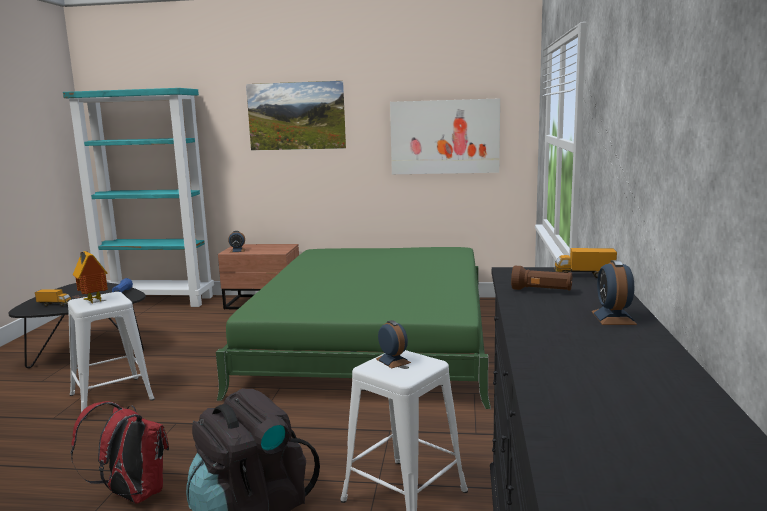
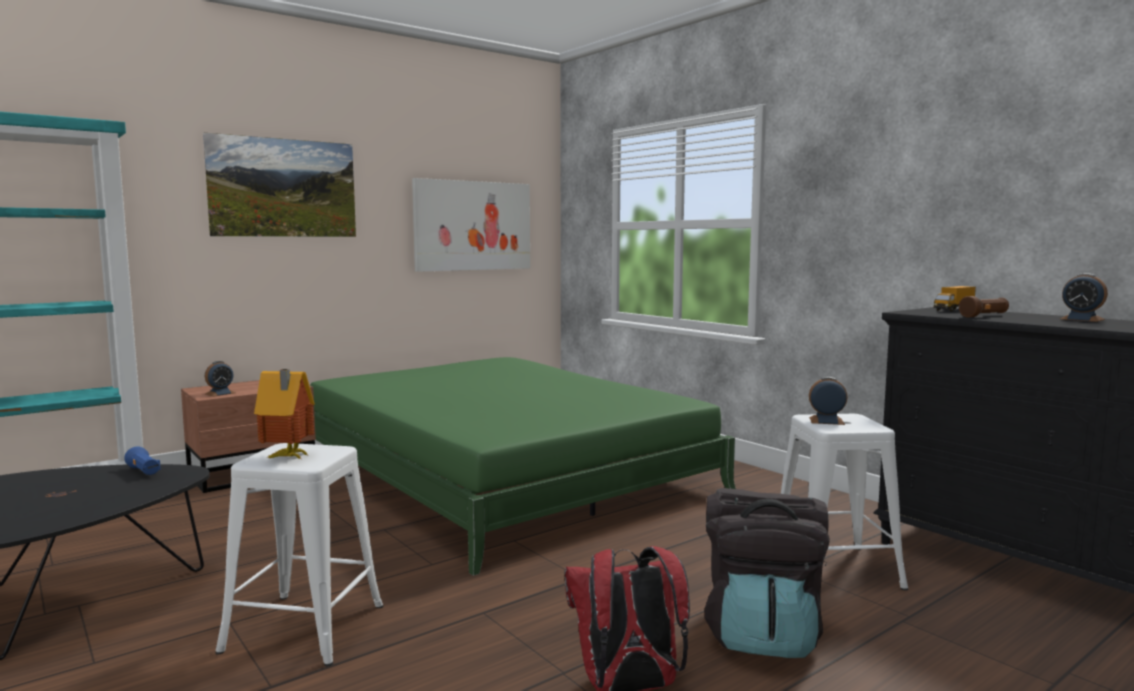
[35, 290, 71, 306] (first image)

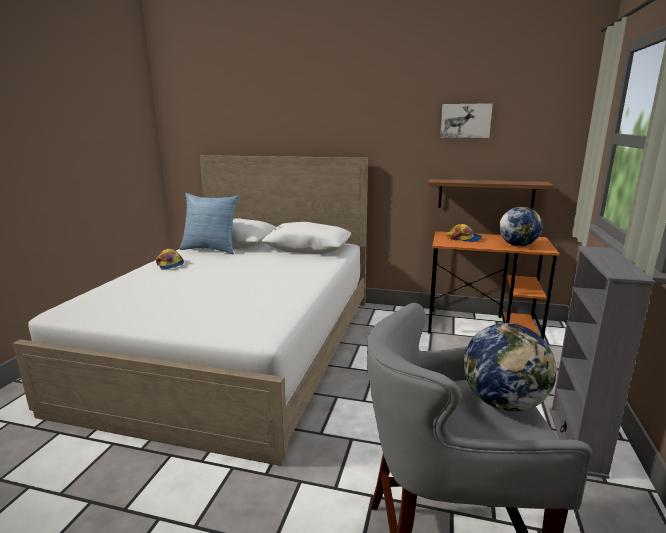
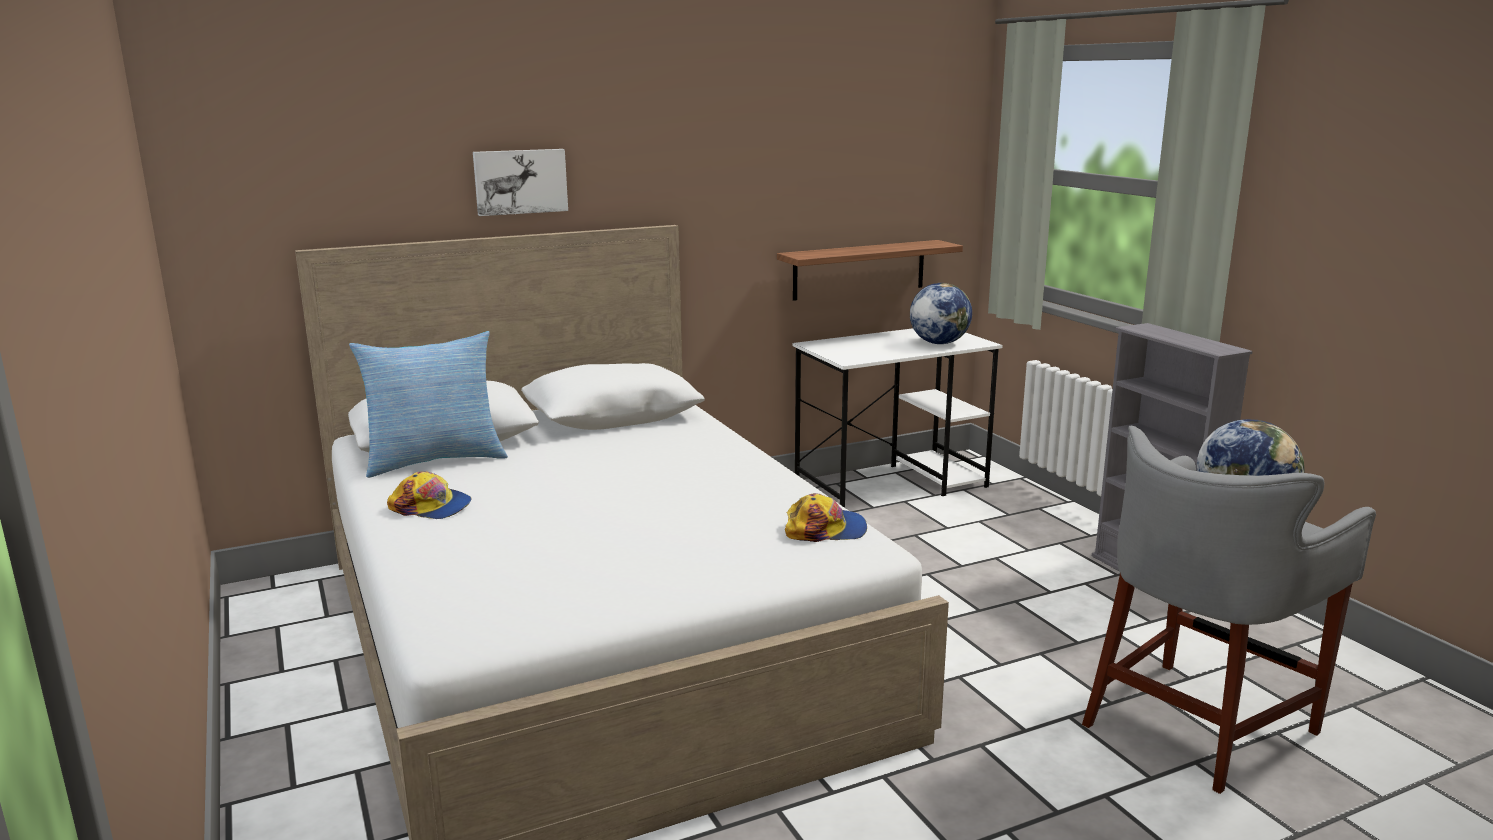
[792, 328, 1003, 508]
[473, 149, 568, 216]
[785, 493, 867, 542]

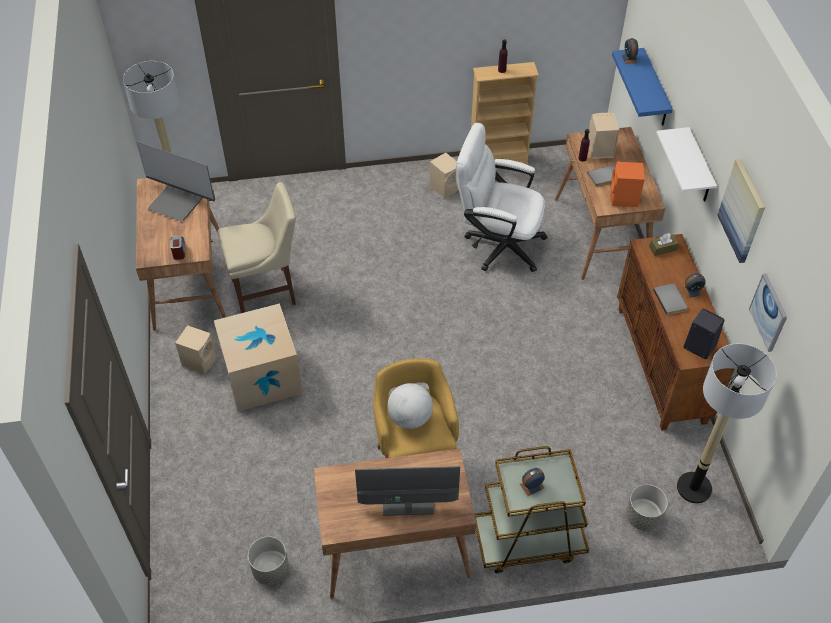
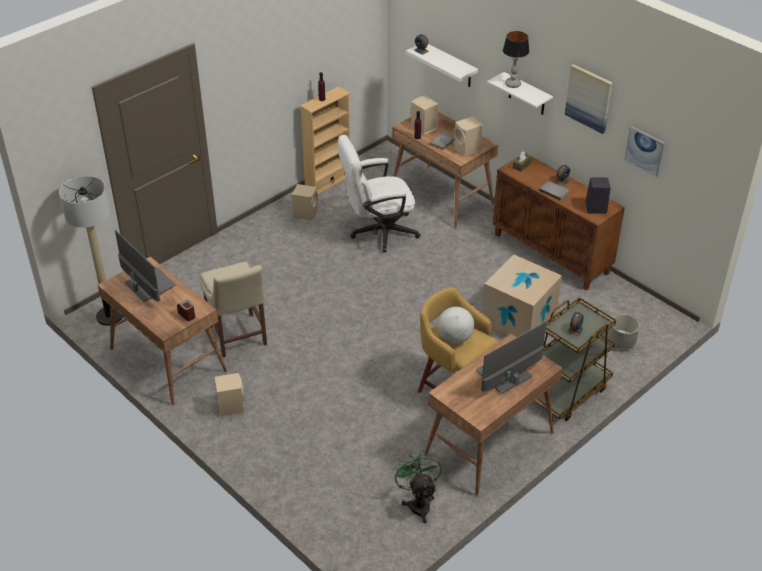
[115, 230, 176, 302]
[482, 255, 562, 337]
[200, 262, 267, 357]
[393, 450, 442, 523]
[454, 116, 483, 157]
[406, 44, 478, 87]
[677, 344, 777, 504] (first image)
[503, 31, 529, 88]

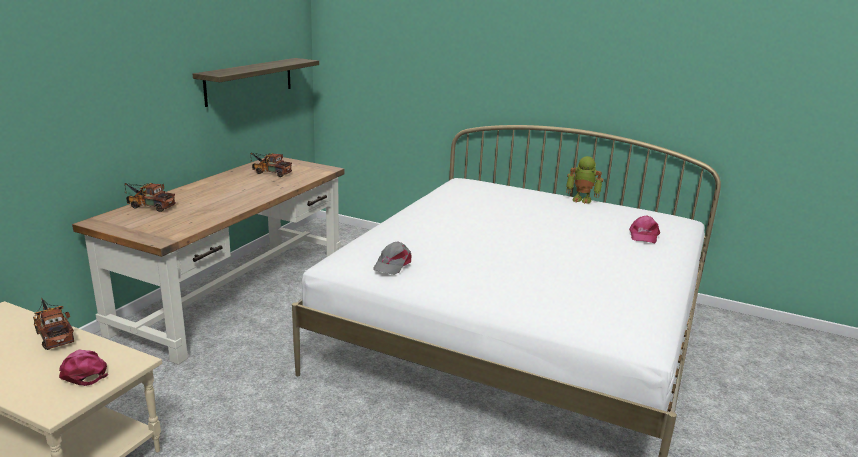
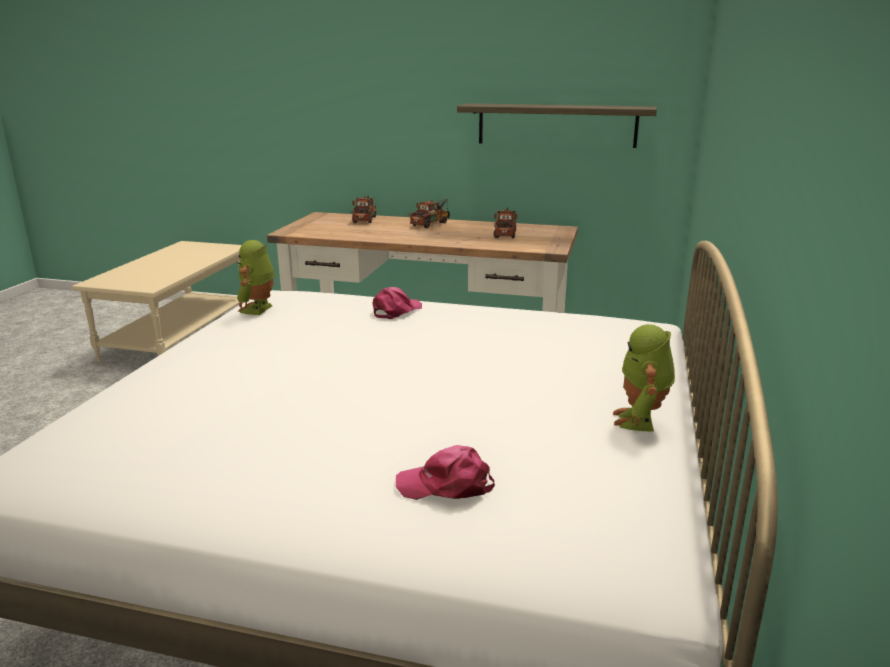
[409, 199, 450, 228]
[373, 287, 422, 319]
[237, 240, 275, 315]

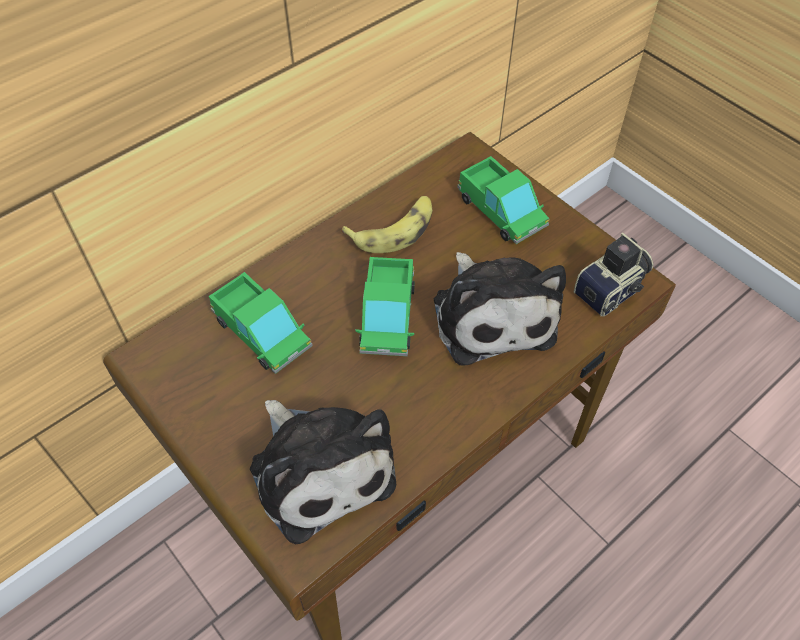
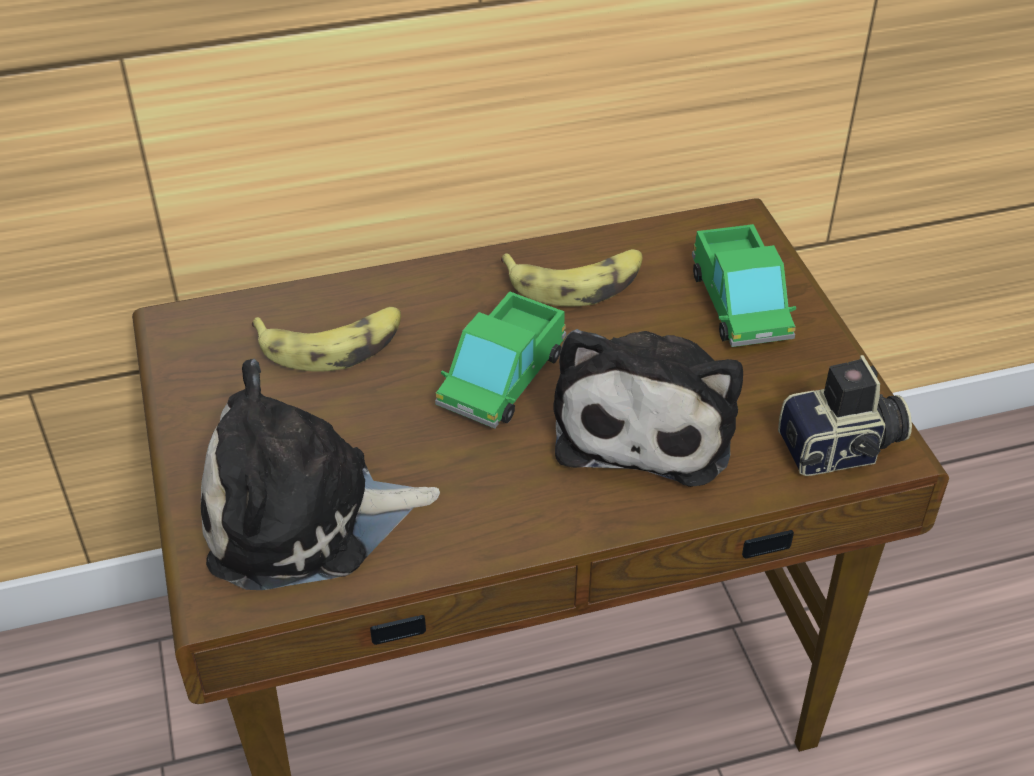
[252, 307, 401, 372]
[201, 359, 440, 590]

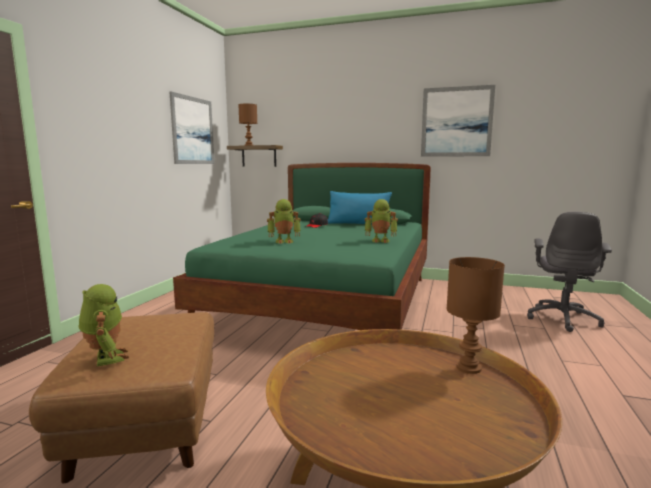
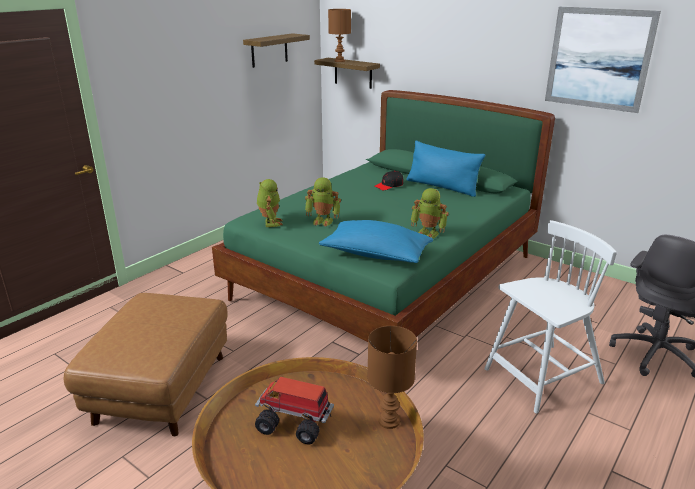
[257, 179, 283, 227]
[243, 33, 310, 68]
[255, 377, 334, 445]
[319, 220, 433, 263]
[484, 220, 617, 414]

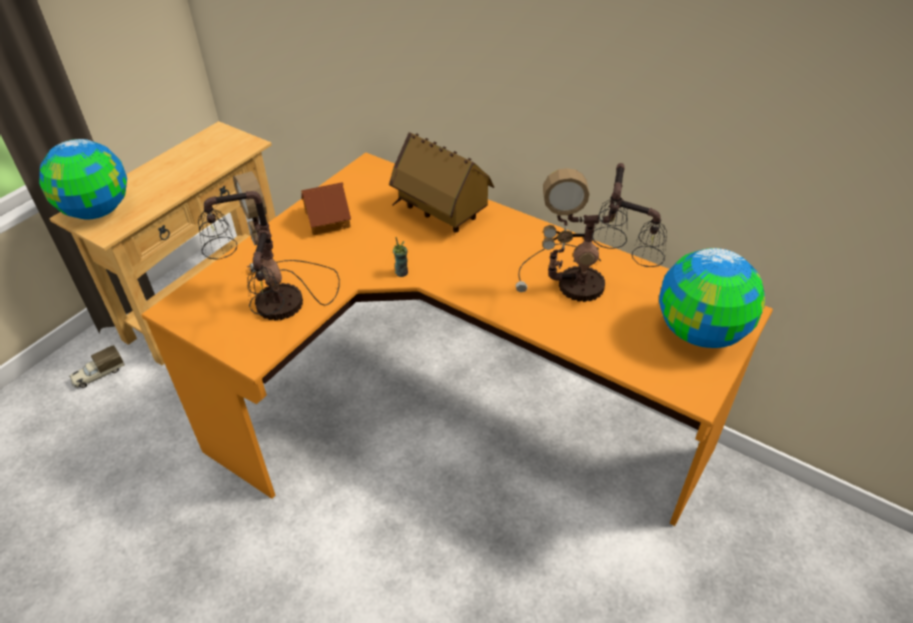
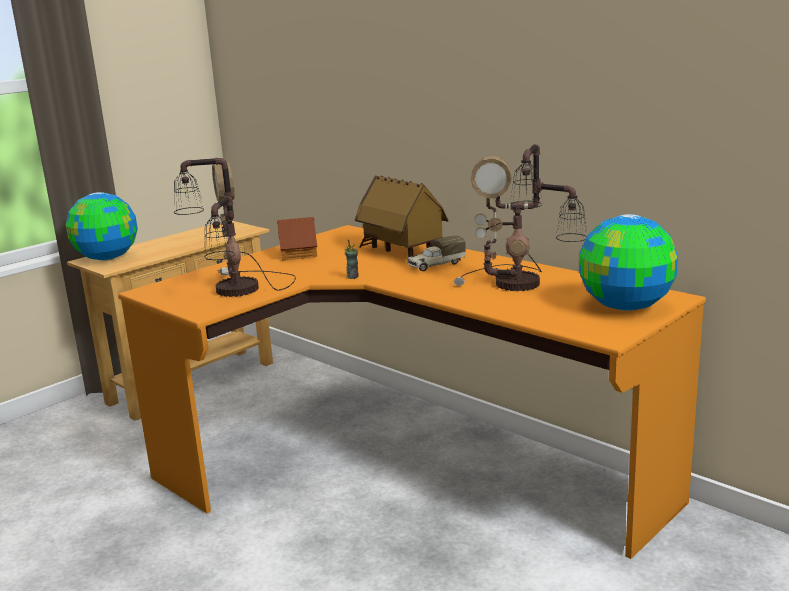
[407, 235, 466, 271]

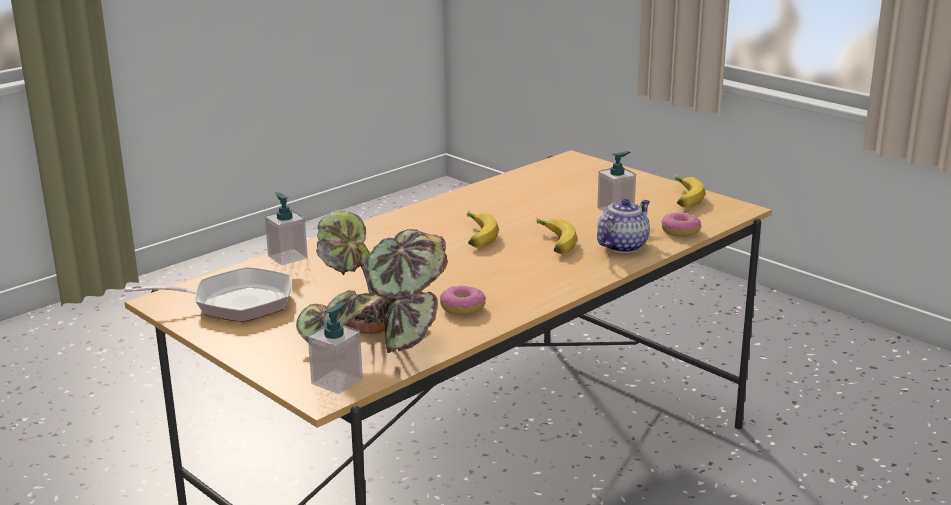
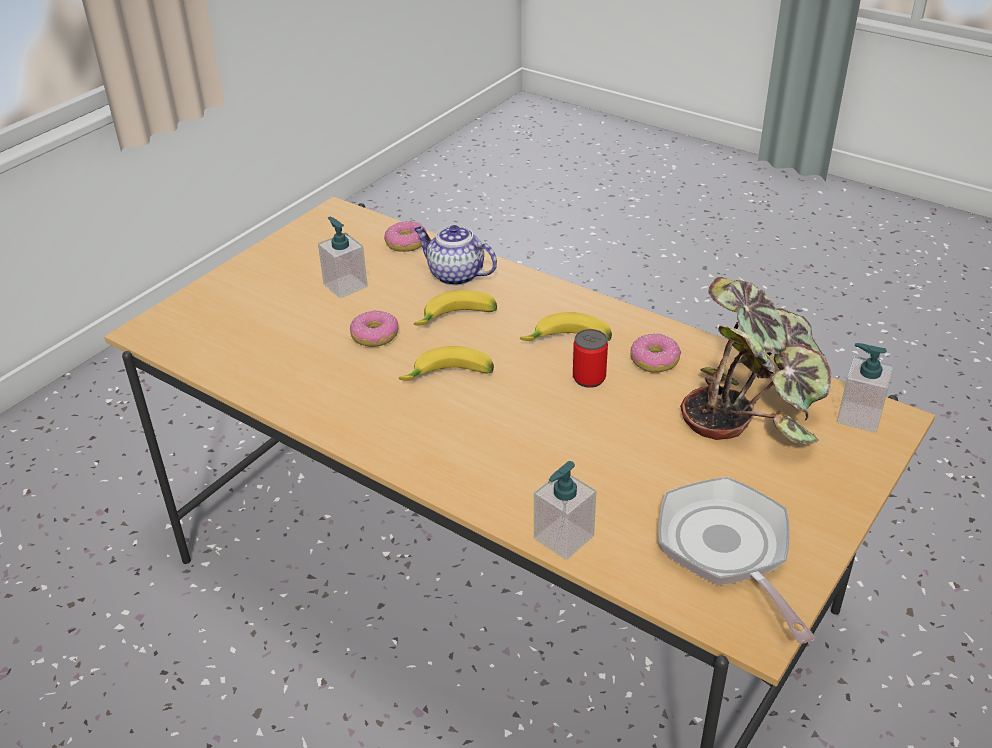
[520, 312, 612, 341]
[350, 310, 398, 347]
[573, 329, 608, 388]

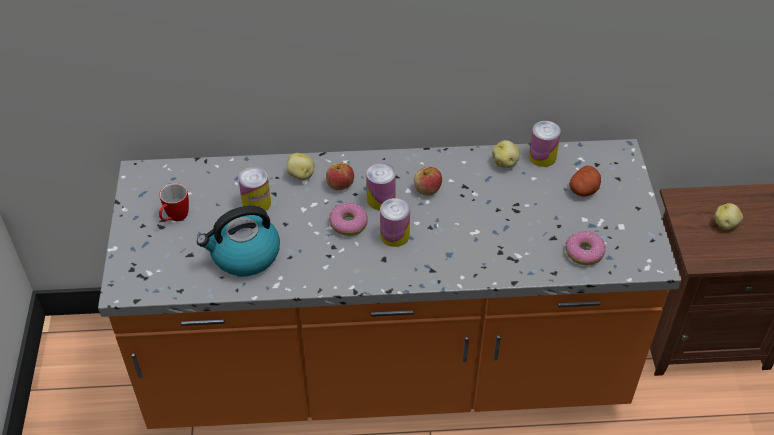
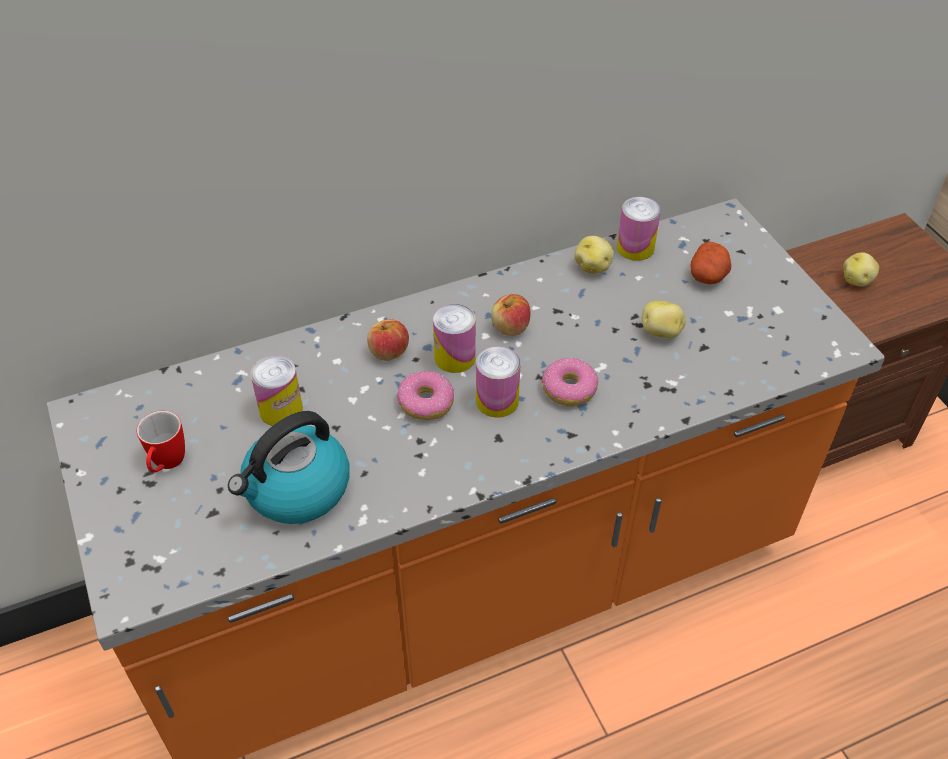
[642, 301, 686, 338]
[542, 358, 598, 406]

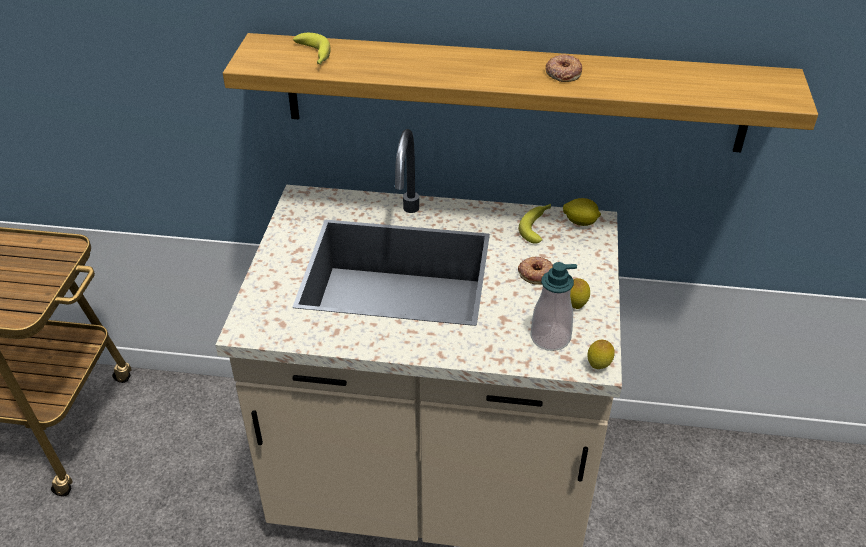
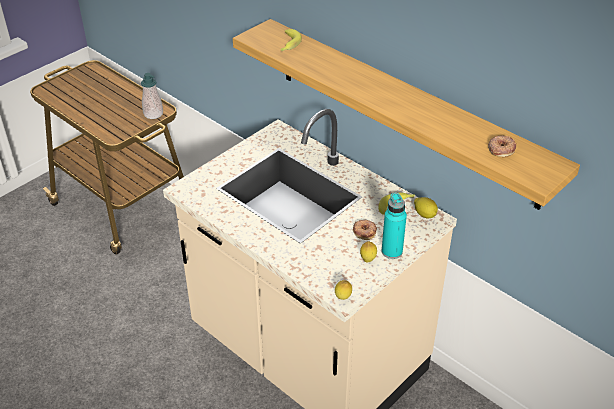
[141, 73, 163, 119]
[488, 135, 516, 157]
[382, 193, 407, 259]

